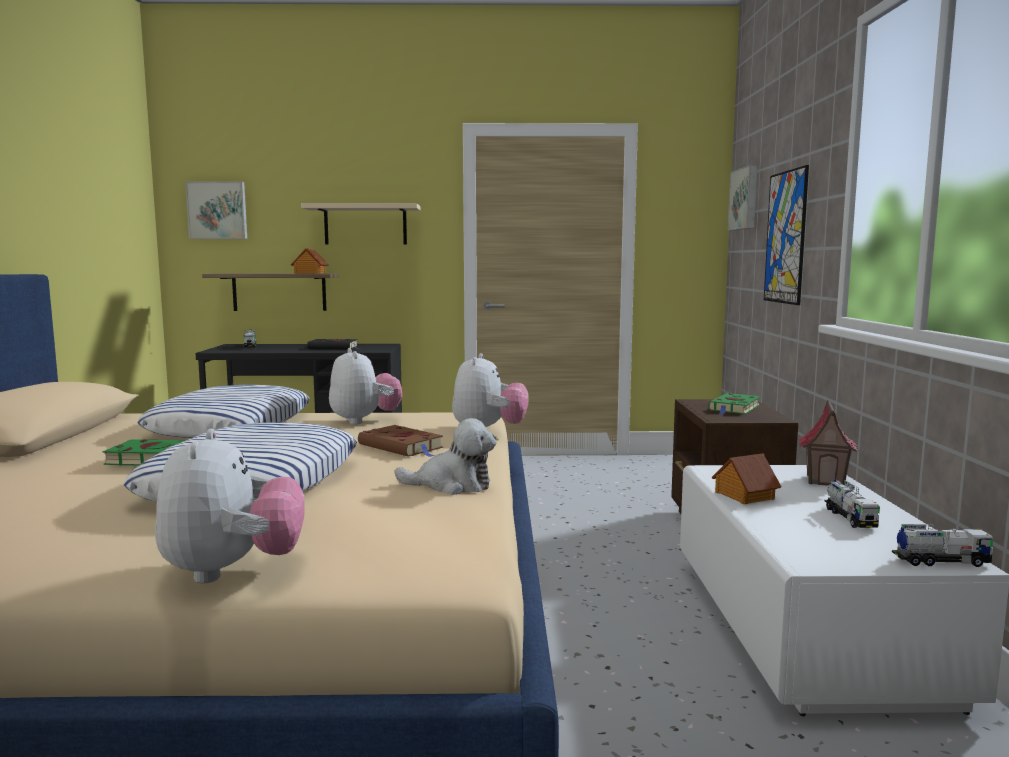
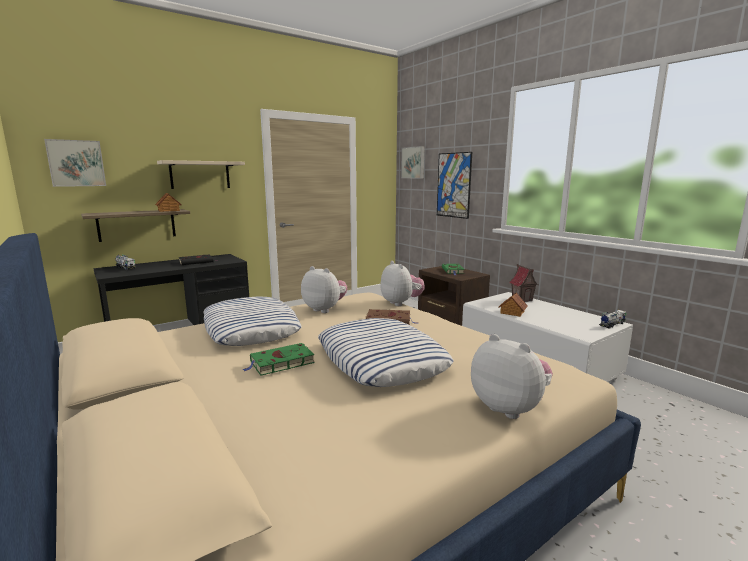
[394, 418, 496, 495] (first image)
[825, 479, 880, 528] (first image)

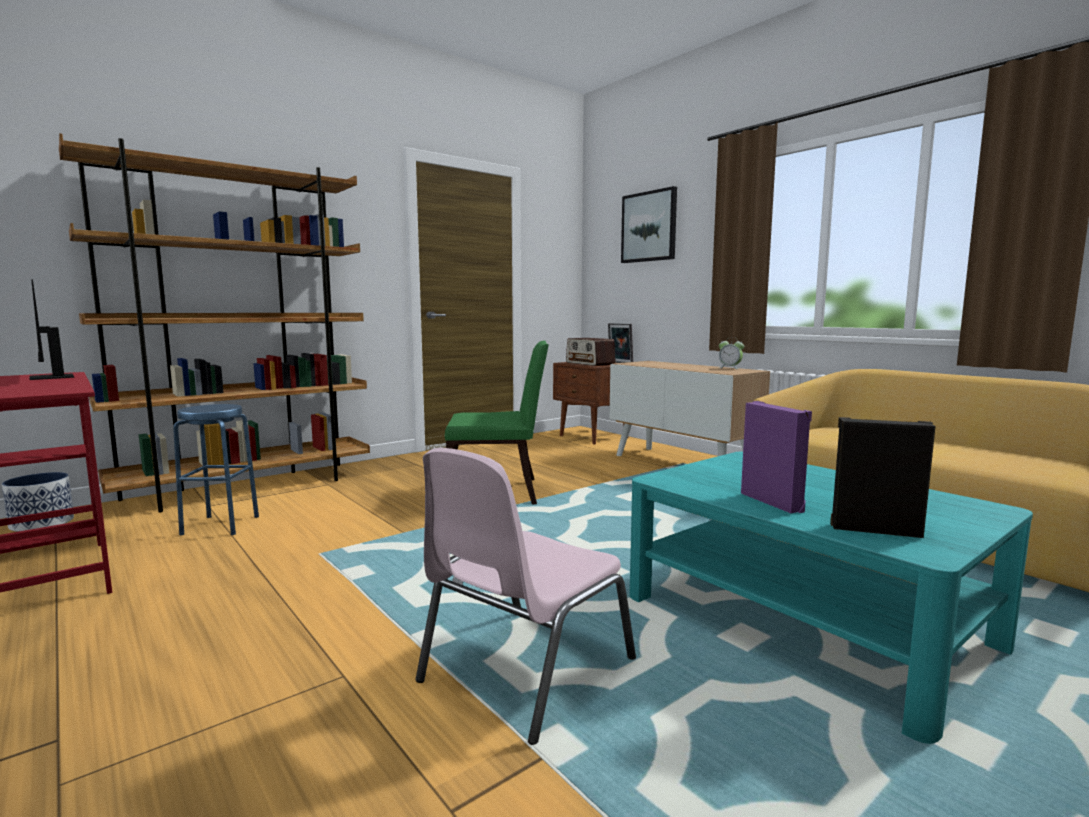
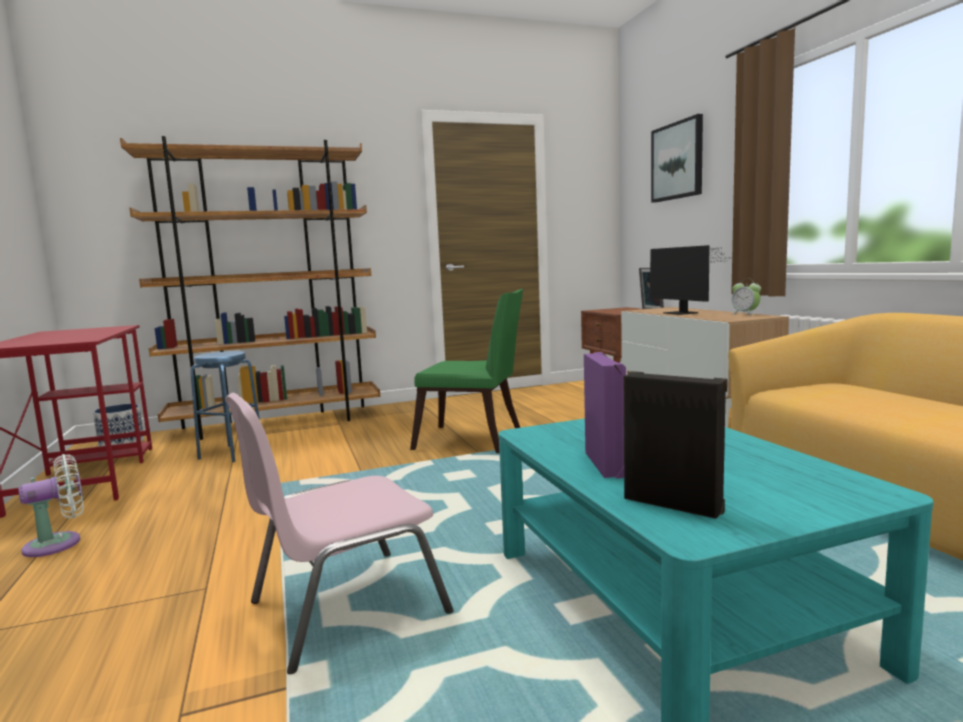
[649, 245, 731, 315]
[566, 338, 616, 366] (first image)
[18, 454, 84, 557]

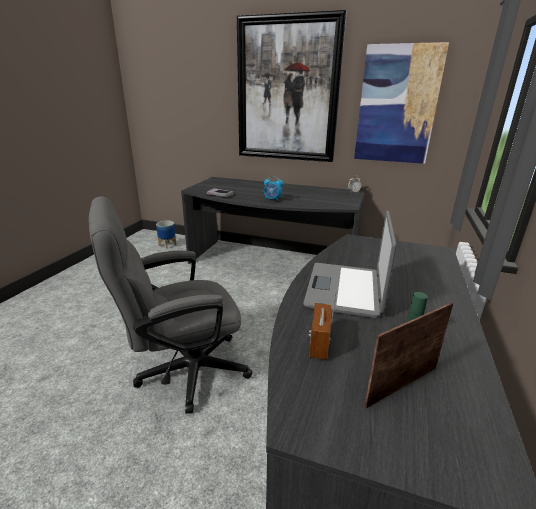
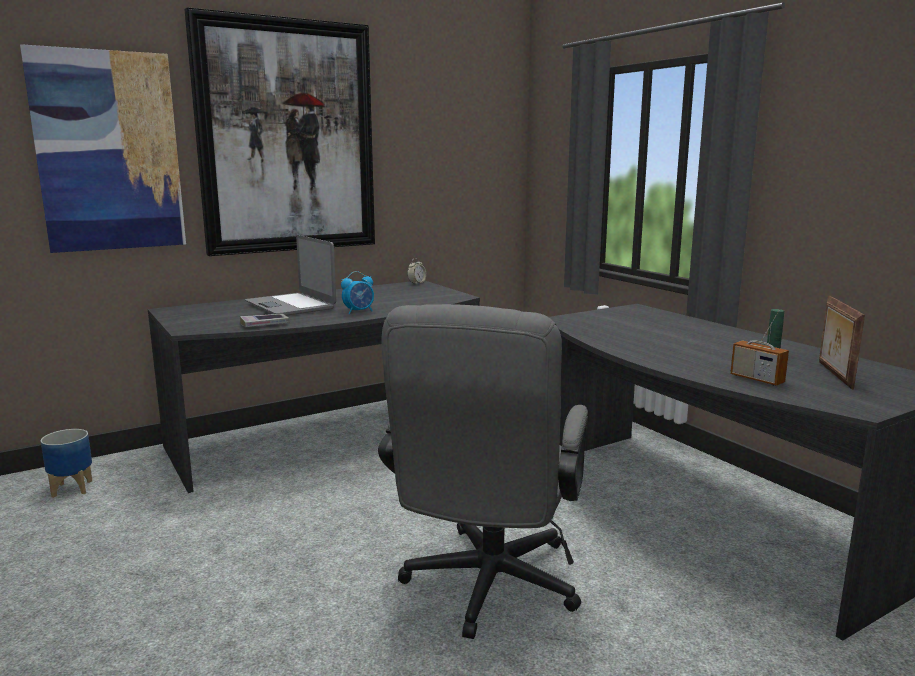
[245, 235, 336, 316]
[20, 44, 186, 253]

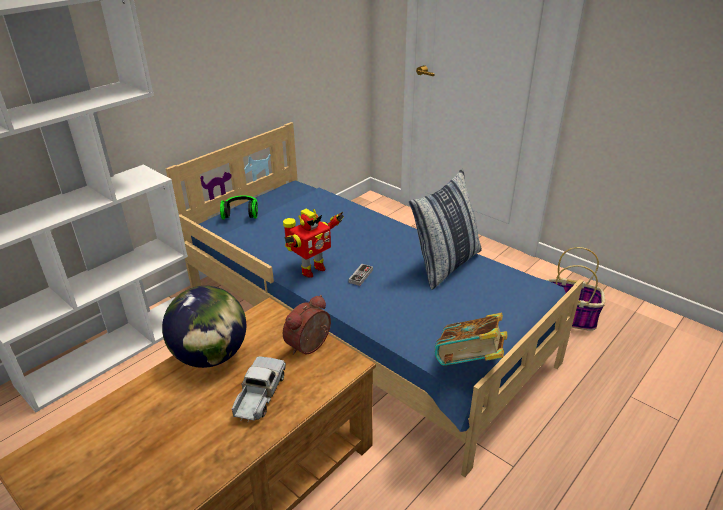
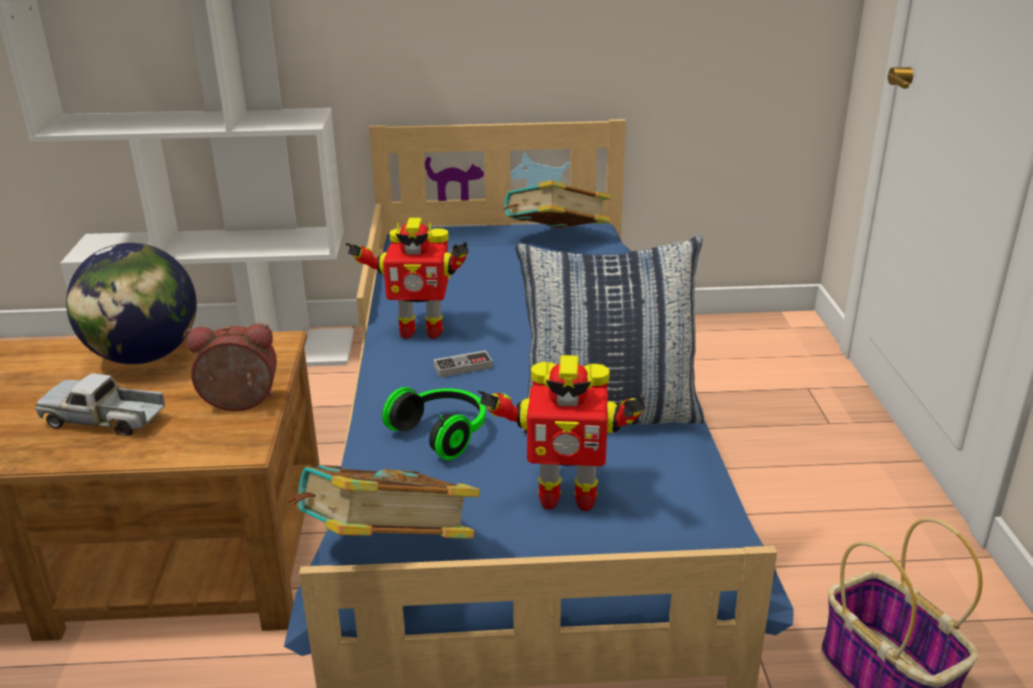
[382, 387, 486, 460]
[35, 373, 165, 436]
[478, 355, 646, 511]
[504, 180, 611, 228]

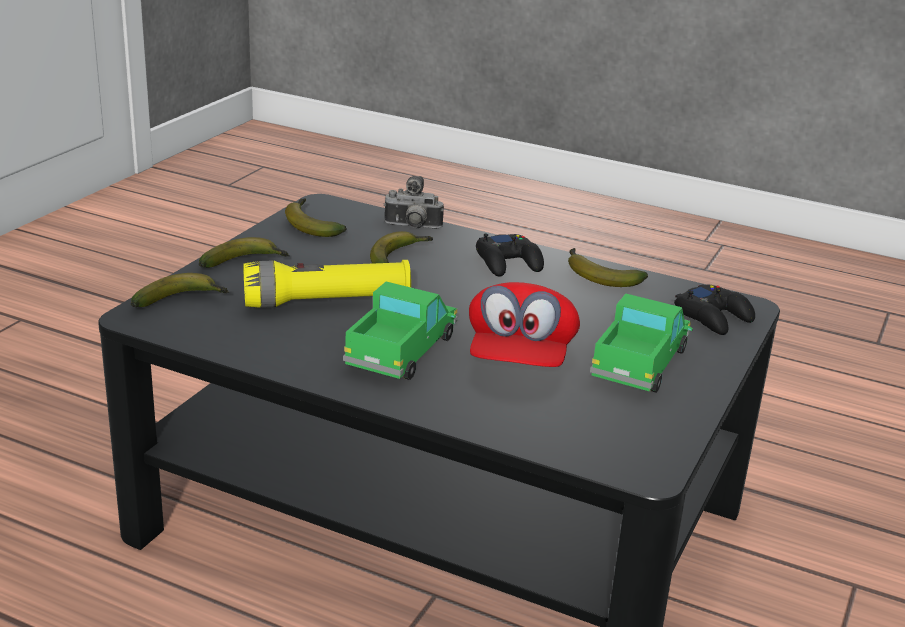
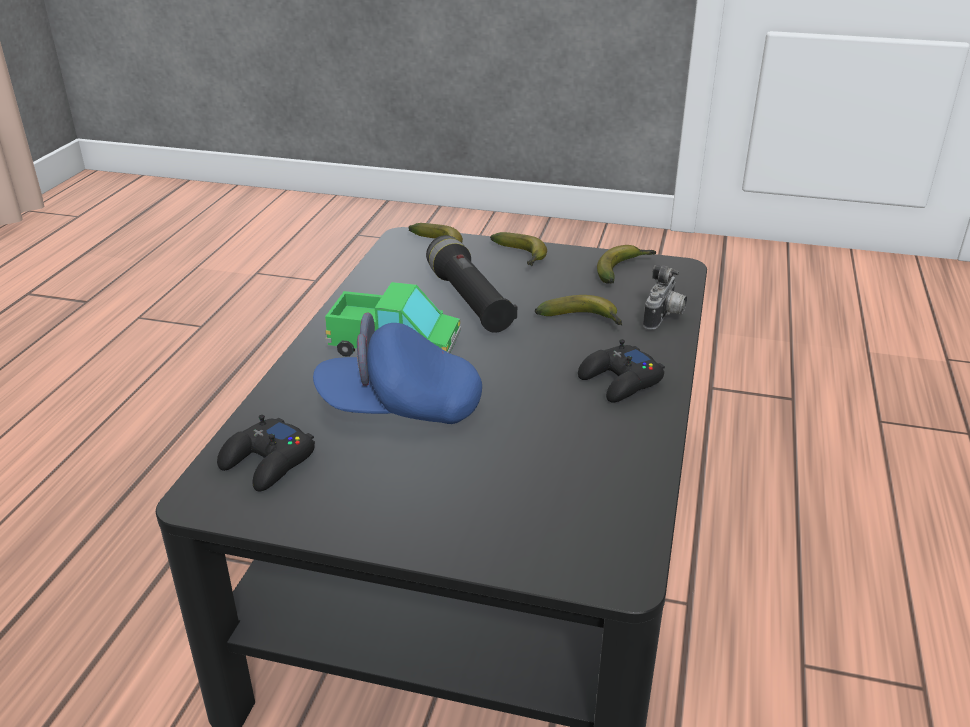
[426, 235, 517, 333]
[643, 265, 687, 330]
[313, 312, 482, 424]
[568, 248, 648, 287] (first image)
[590, 293, 693, 393] (first image)
[217, 415, 315, 492]

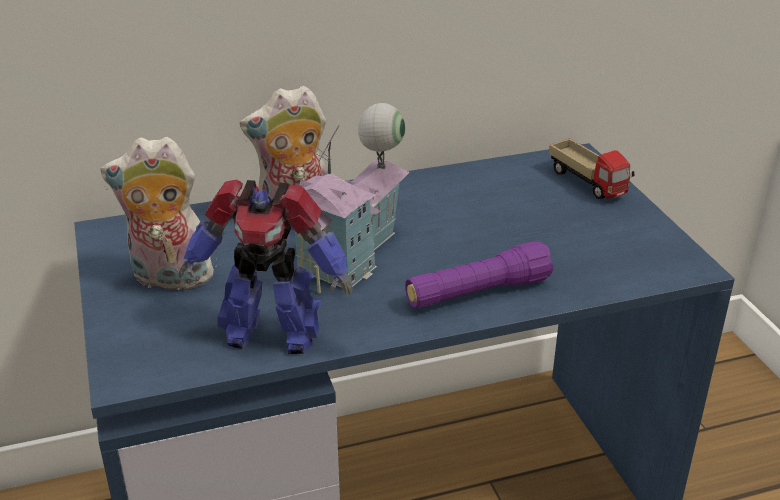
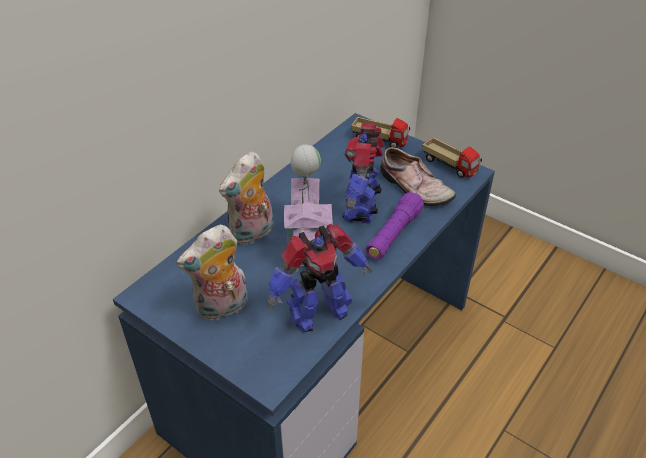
[342, 123, 384, 223]
[380, 147, 456, 206]
[422, 137, 482, 178]

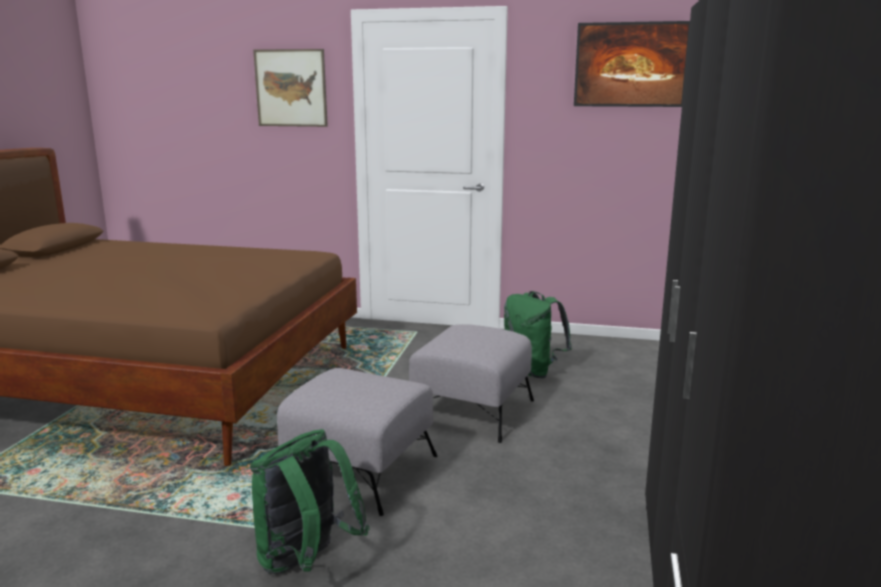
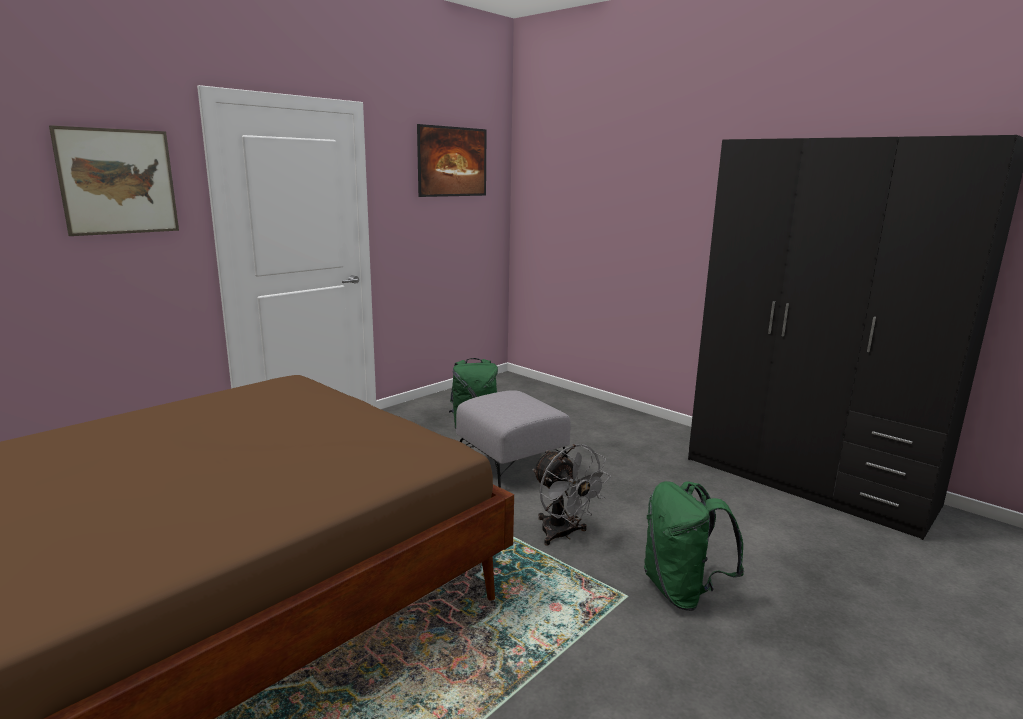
[532, 444, 611, 546]

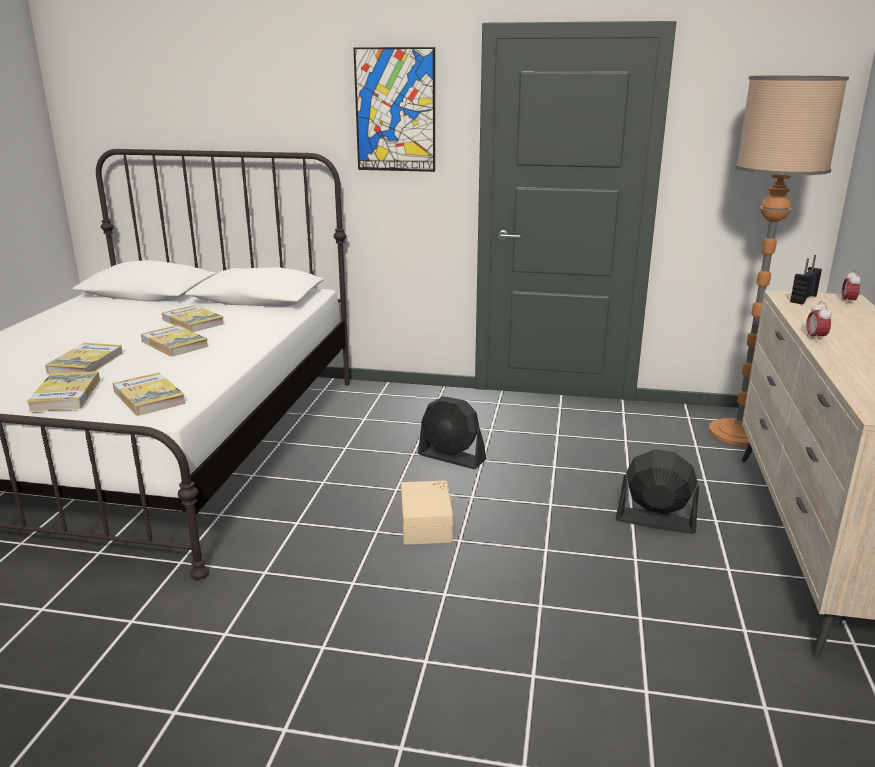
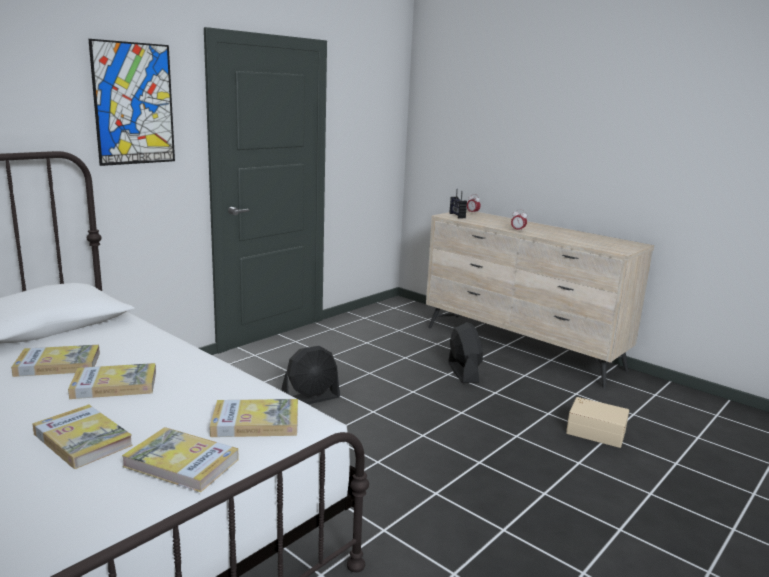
[566, 397, 629, 448]
[448, 322, 483, 383]
[709, 76, 849, 446] (first image)

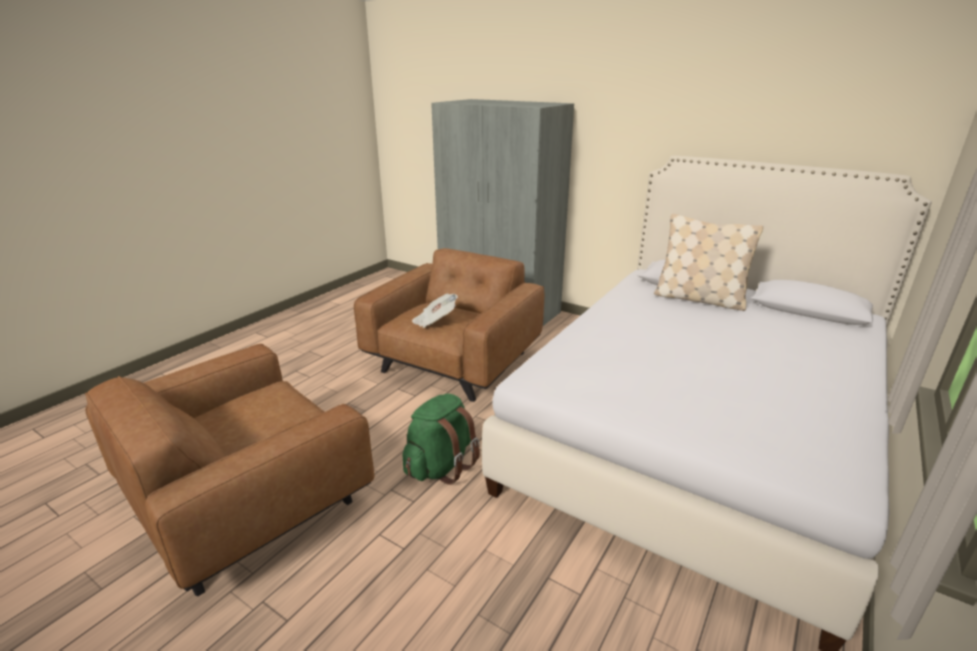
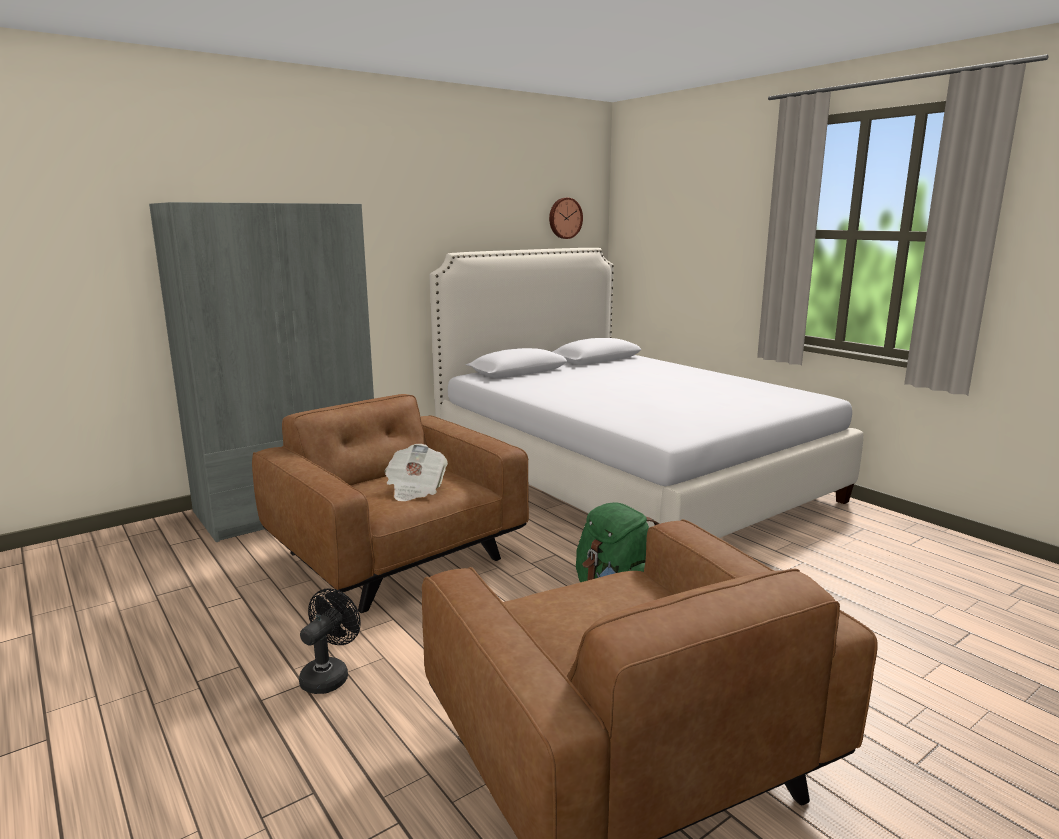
[654, 214, 763, 311] (first image)
[299, 588, 361, 694]
[549, 198, 583, 239]

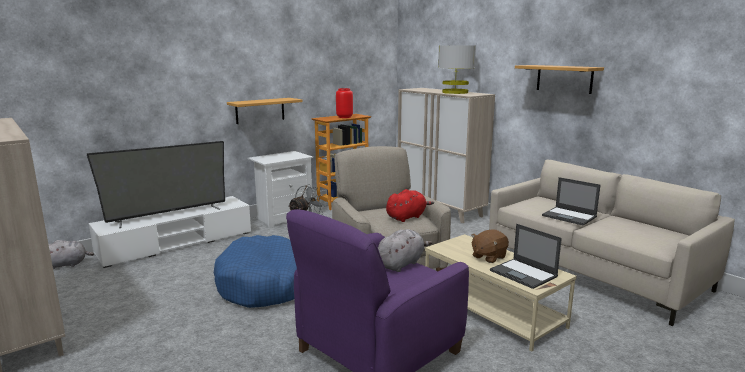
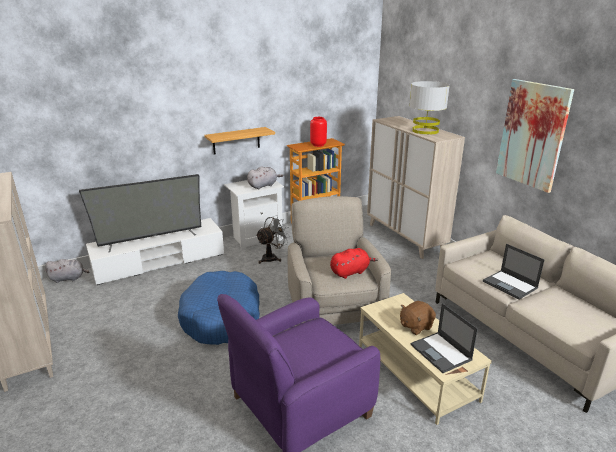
[247, 166, 283, 189]
[496, 79, 574, 193]

